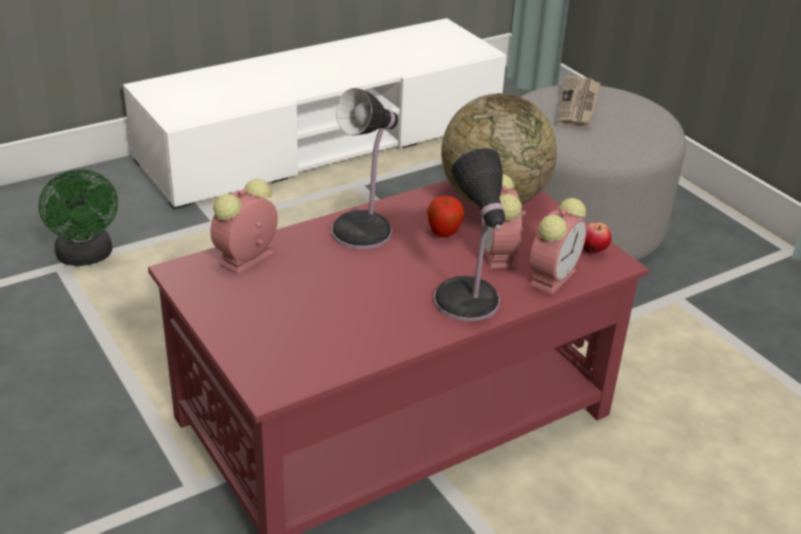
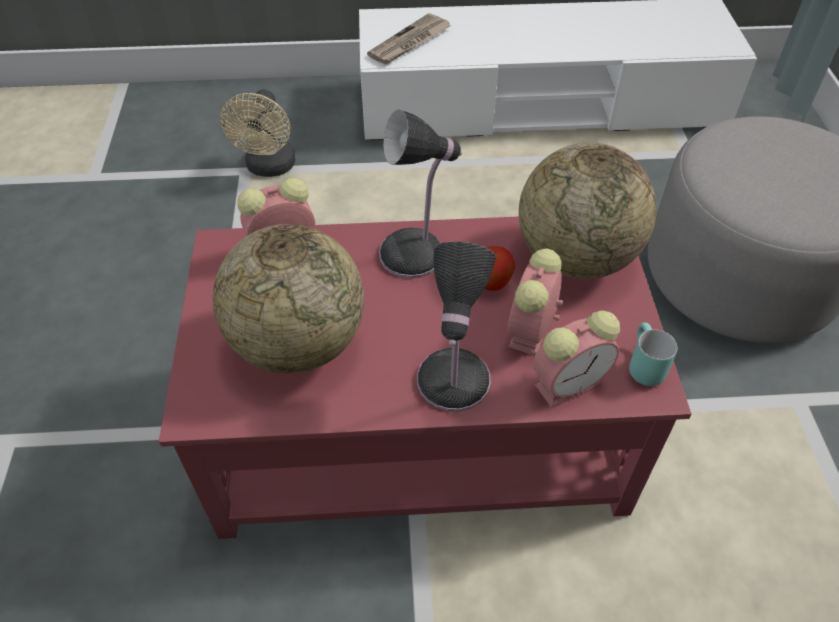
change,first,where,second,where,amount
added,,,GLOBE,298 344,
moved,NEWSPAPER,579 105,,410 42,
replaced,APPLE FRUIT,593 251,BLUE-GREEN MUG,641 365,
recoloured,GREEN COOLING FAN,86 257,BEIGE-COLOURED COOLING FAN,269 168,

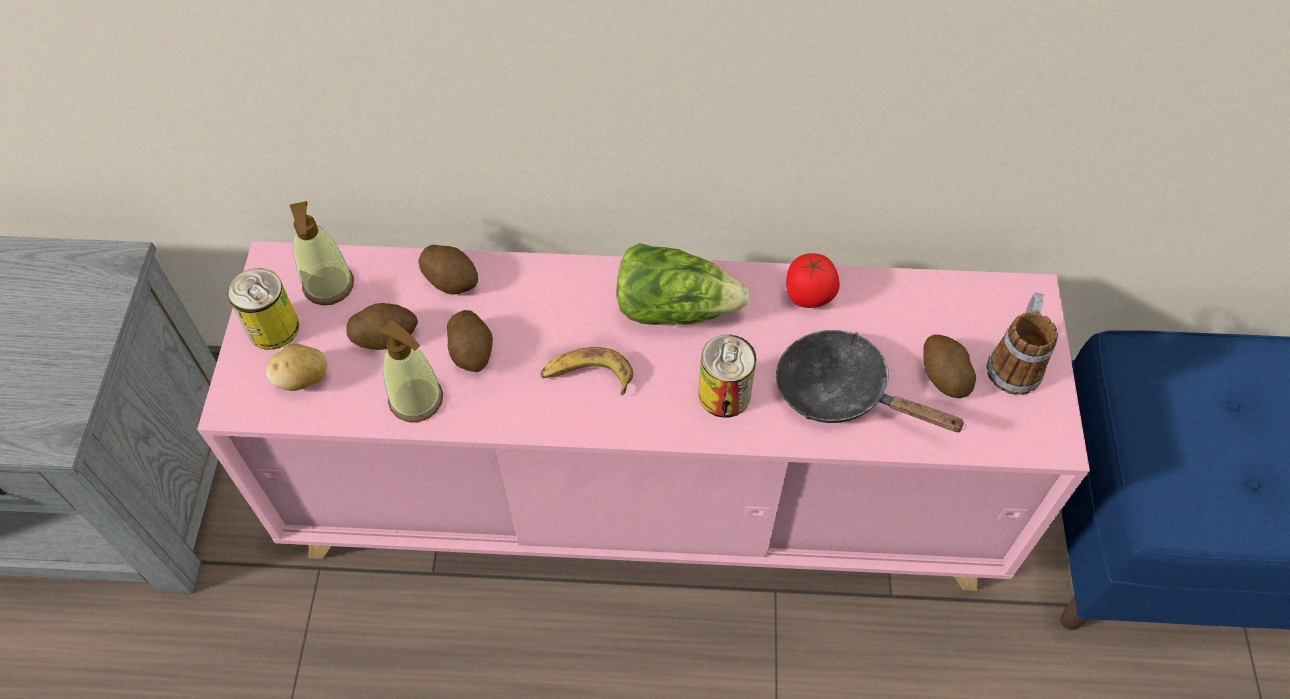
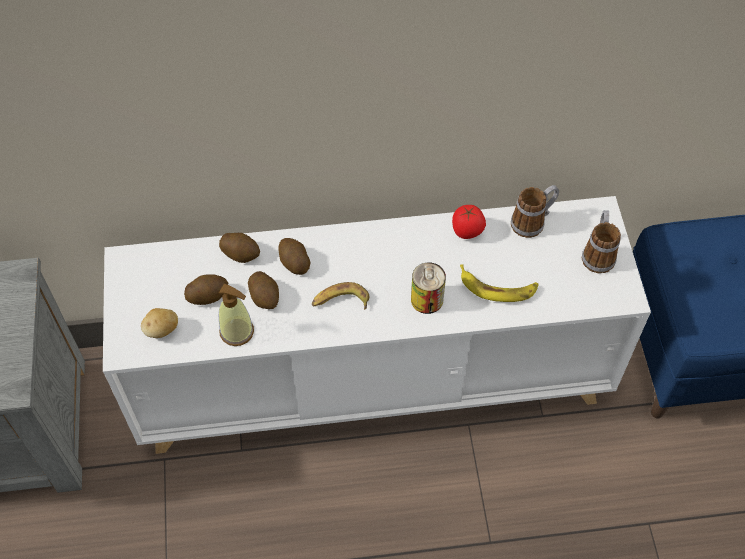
change,first,where,second,where,amount
removed,METAL CAN,273 328,,,
removed,LIQUID SOAP BOTTLE,329 286,,,
removed,LETTUCE,674 307,,,
added,,,MUG,533 222,
moved,SPUD,943 376,,294 262,
replaced,BLACKISH FRYING PAN,842 392,BANANA,497 287,
recoloured,PINK CABINET,647 498,WHITE CABINET,374 379,

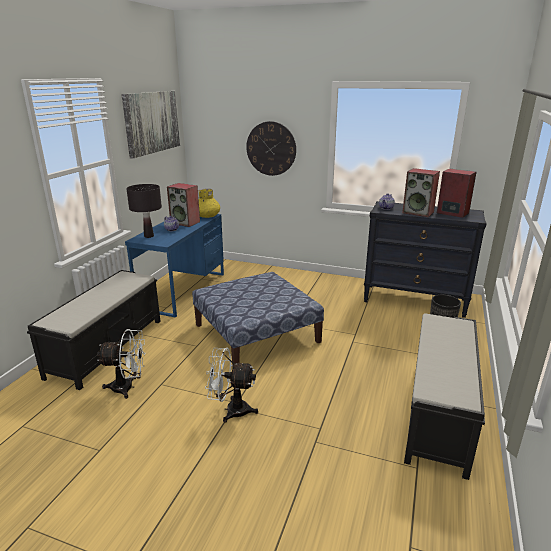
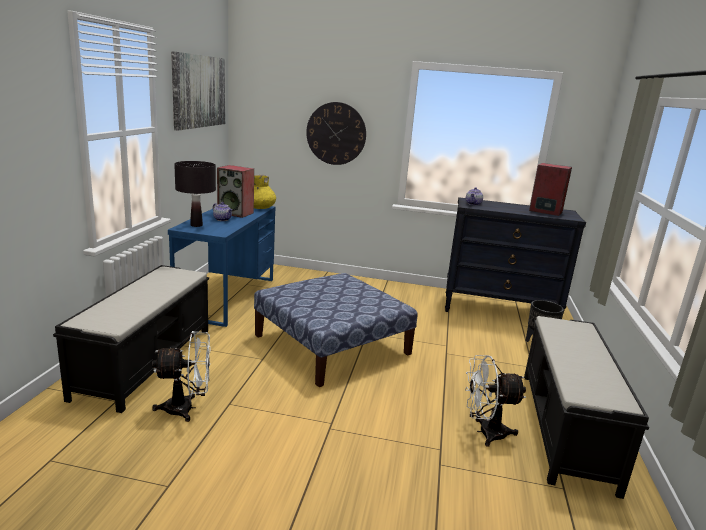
change,first,where,second,where,amount
removed,LOUDSPEAKER,418 212,,,
moved,WHITE COOLING FAN,231 410,,485 432,

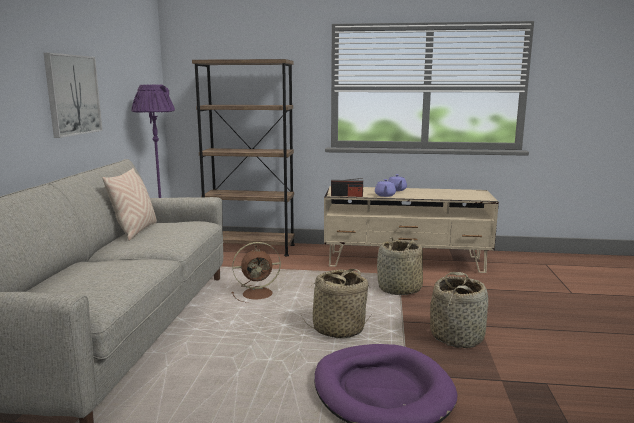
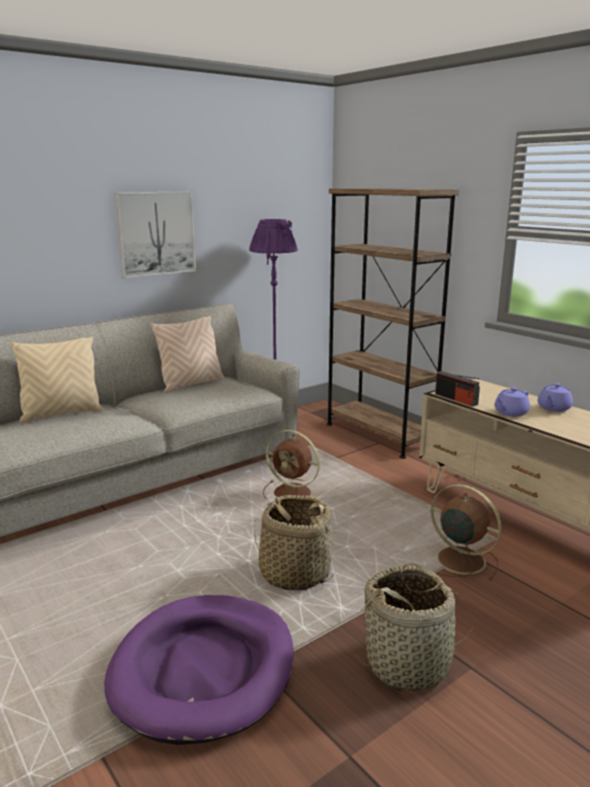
change,first,where,second,where,amount
added,,,BEIGE-COLOURED CUSHION,61 414,
replaced,BASKET,399 289,BROWN COOLING FAN,458 559,

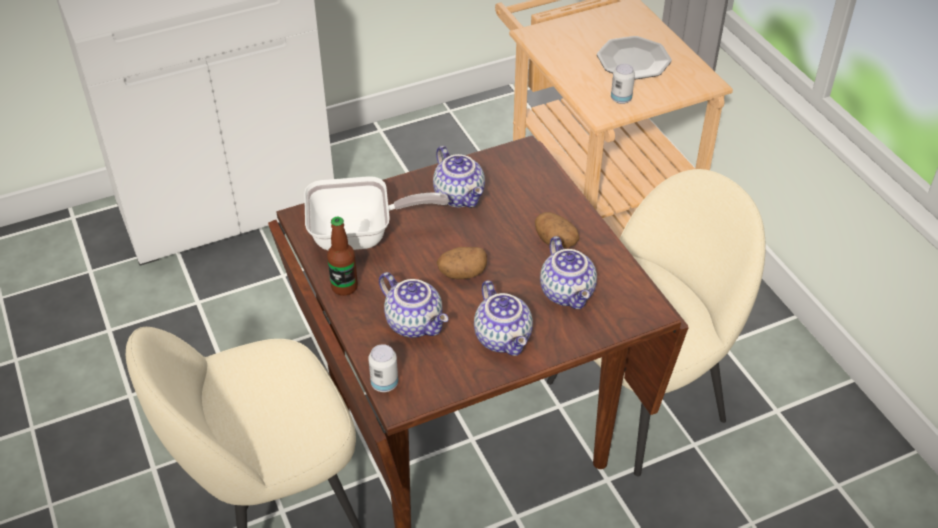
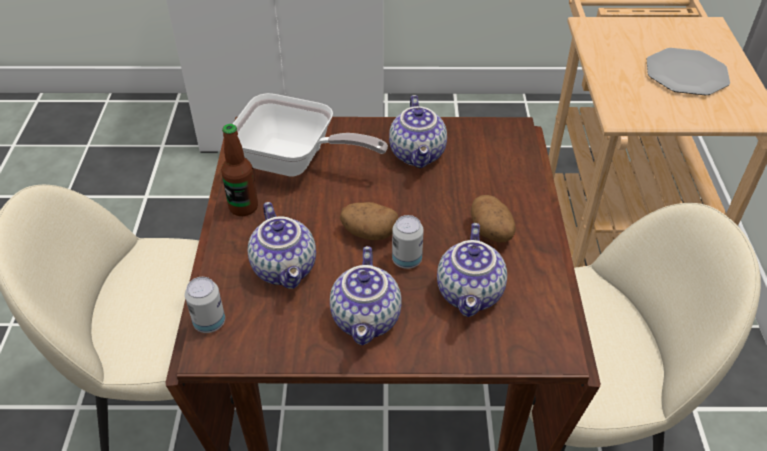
change,first,where,second,where,amount
moved,METAL CAN,621 99,,407 260,

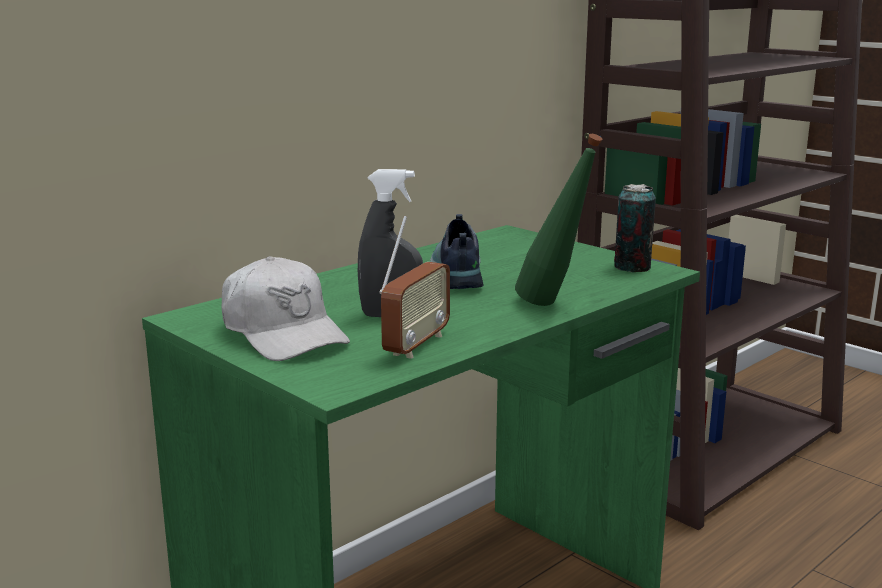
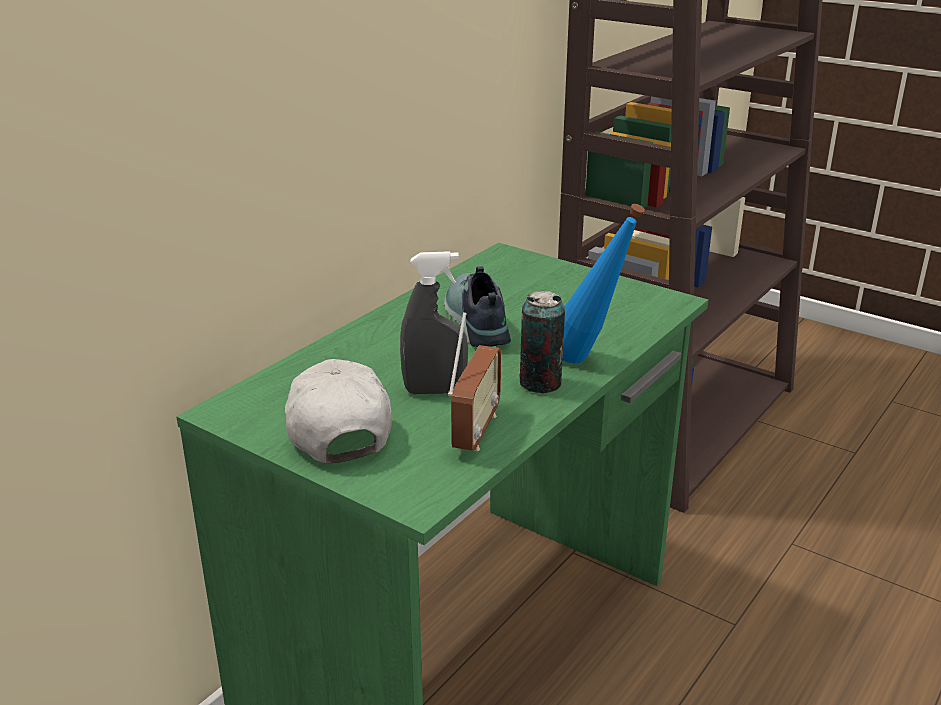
change,first,where,second,where,amount
moved,METAL CAN,632 268,,540 383,
recoloured,GREEN BEVERAGE BOTTLE,554 306,BLUE-COLOURED BEVERAGE BOTTLE,589 362,
turned,WHITE CAP,283 334,,336 427,150 degrees counterclockwise

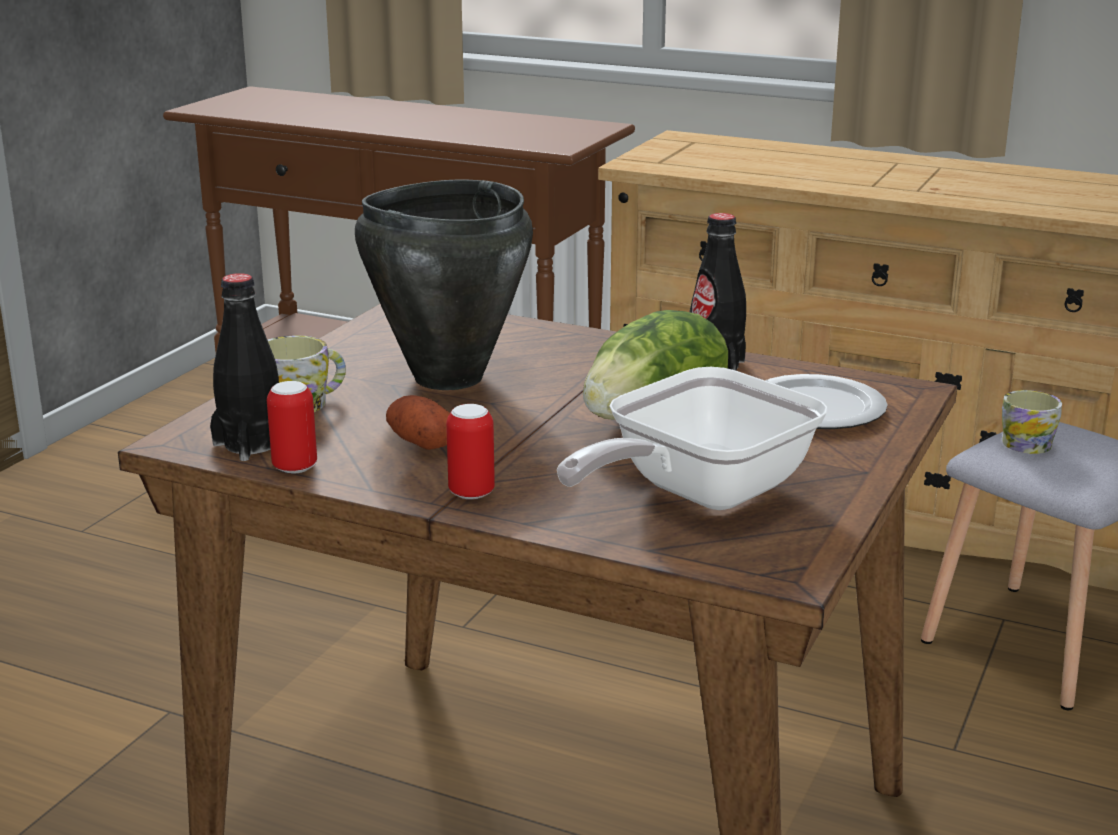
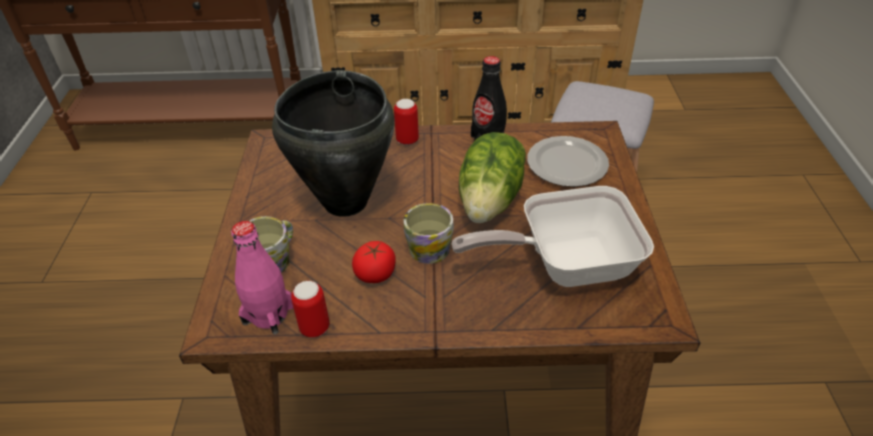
change,first,where,second,where,amount
moved,METAL CAN,471 493,,407 140,
moved,MUG,1029 443,,430 245,
replaced,SPUD,420 442,TOMATO,375 273,
recoloured,BLACKISH BEVERAGE BOTTLE,251 444,PINK BEVERAGE BOTTLE,269 314,
turned,FRYING PAN,697 494,,564 264,60 degrees clockwise

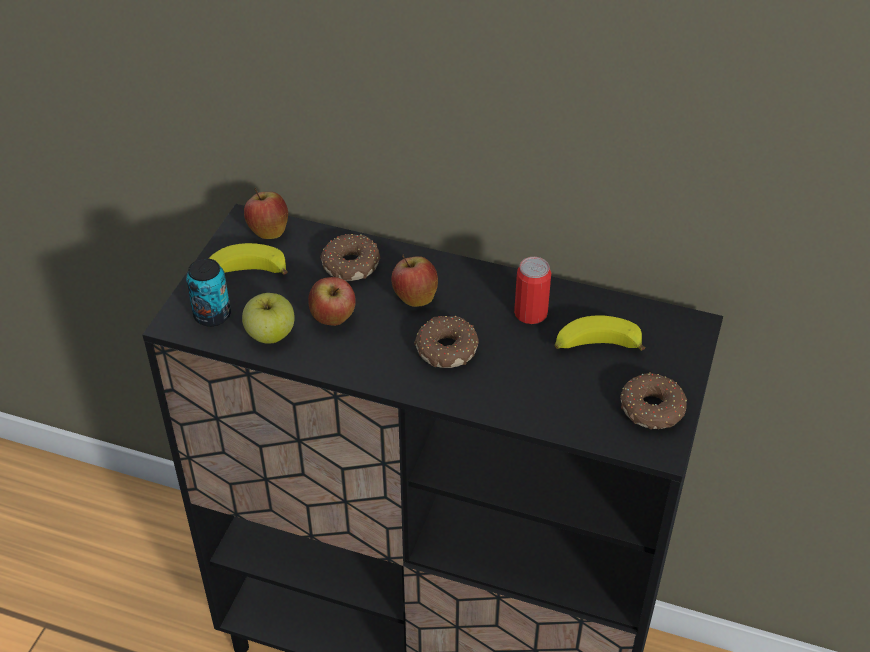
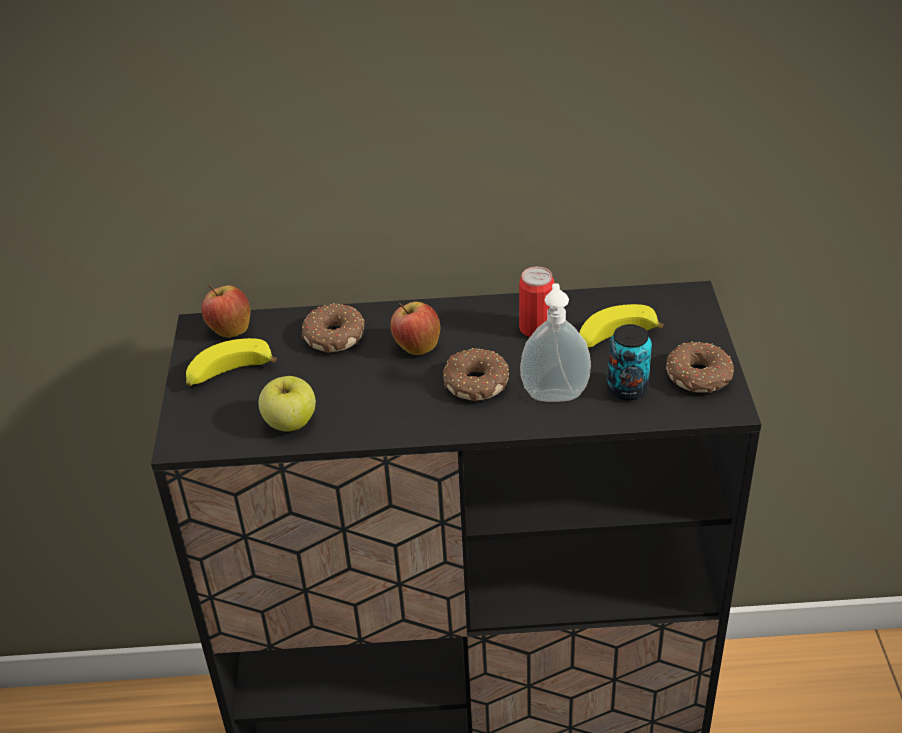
change,first,where,second,where,amount
removed,APPLE FRUIT,333 319,,,
added,,,LIQUID SOAP BOTTLE,554 393,
moved,METAL CAN,212 315,,627 389,

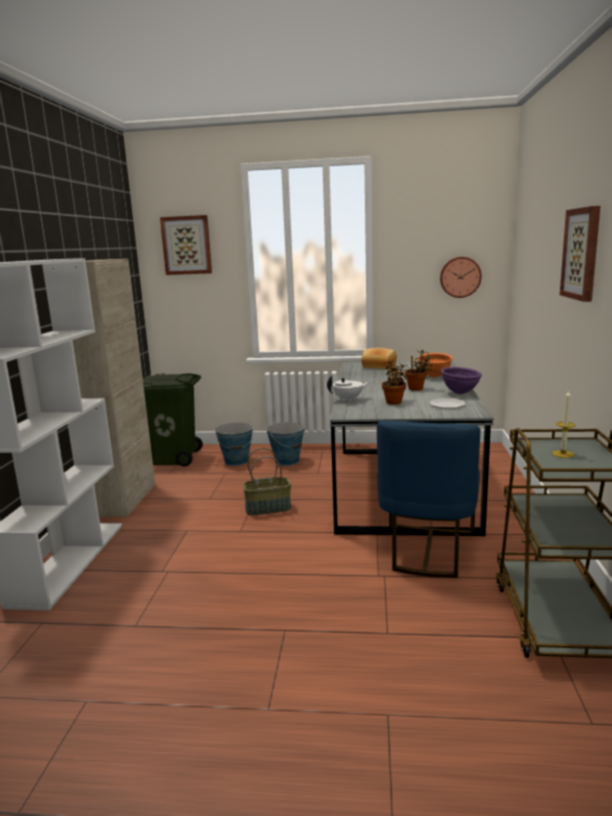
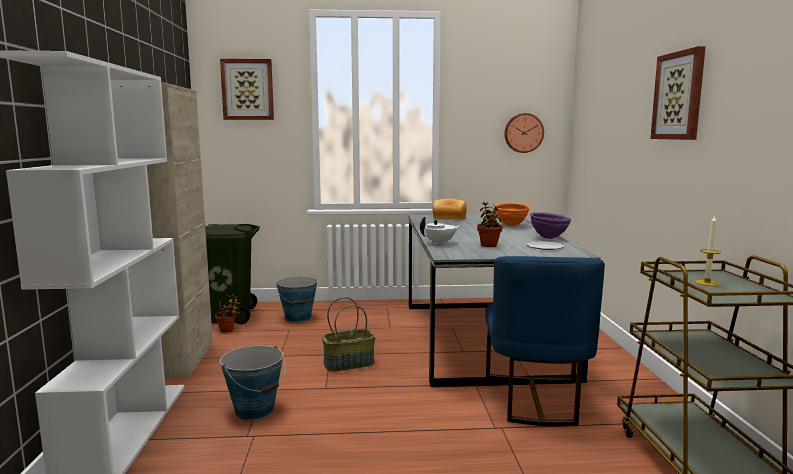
change,first,where,second,where,amount
moved,BUCKET,287 461,,255 410,
moved,PLANT IN A POT,417 388,,228 330,

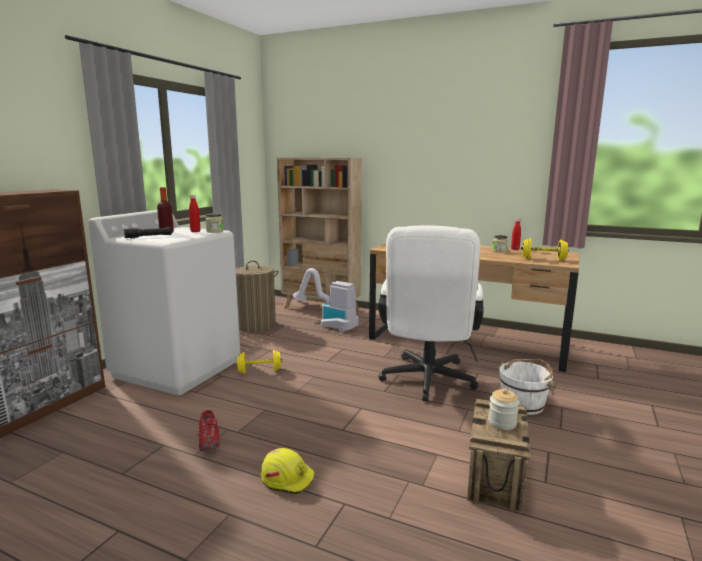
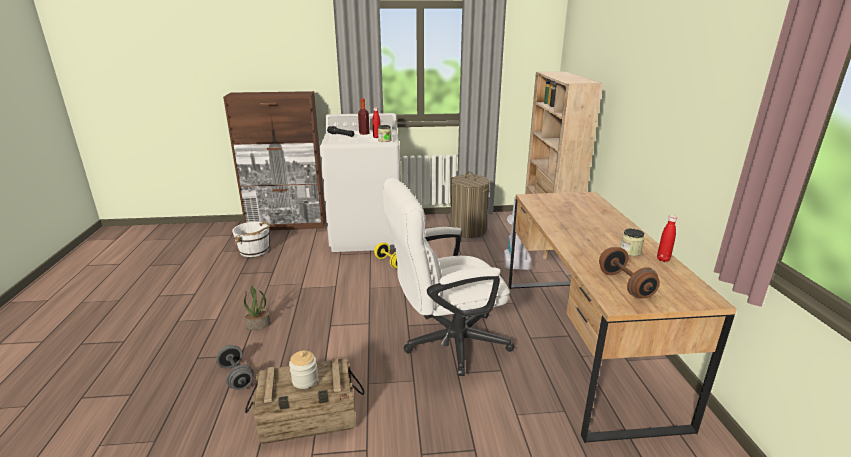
change,first,where,second,where,amount
removed,REDDISH LOW SHOE,209 440,,,
added,,,GRAY HAND WEIGHT,236 376,
moved,WHITE BUCKET,523 404,,255 251,
replaced,YELLOW WORK HELMET,288 478,PLANT IN A POT,258 324,
recoloured,YELLOW HAND WEIGHT,543 259,BROWN HAND WEIGHT,625 285,

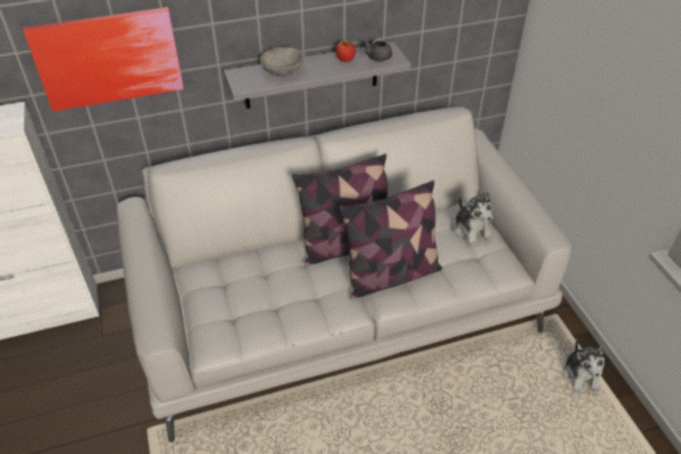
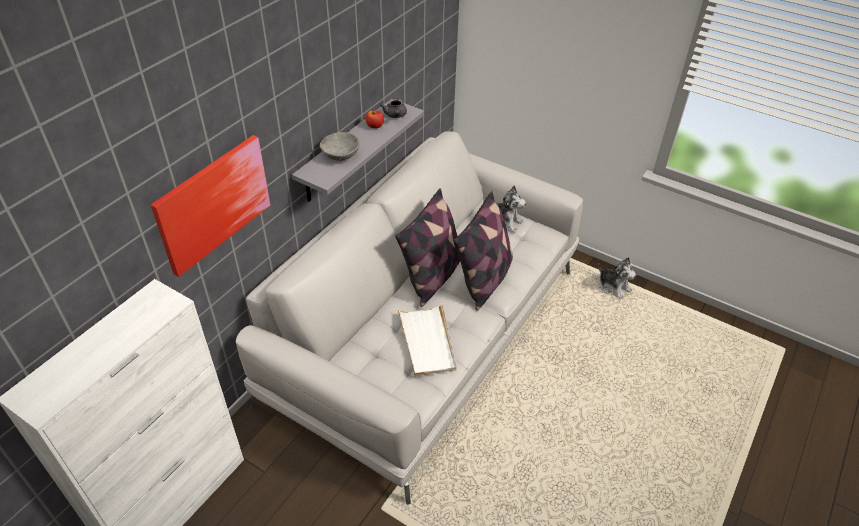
change,first,where,second,where,amount
added,,,WHITE CARRYING TRAY,427 341,

